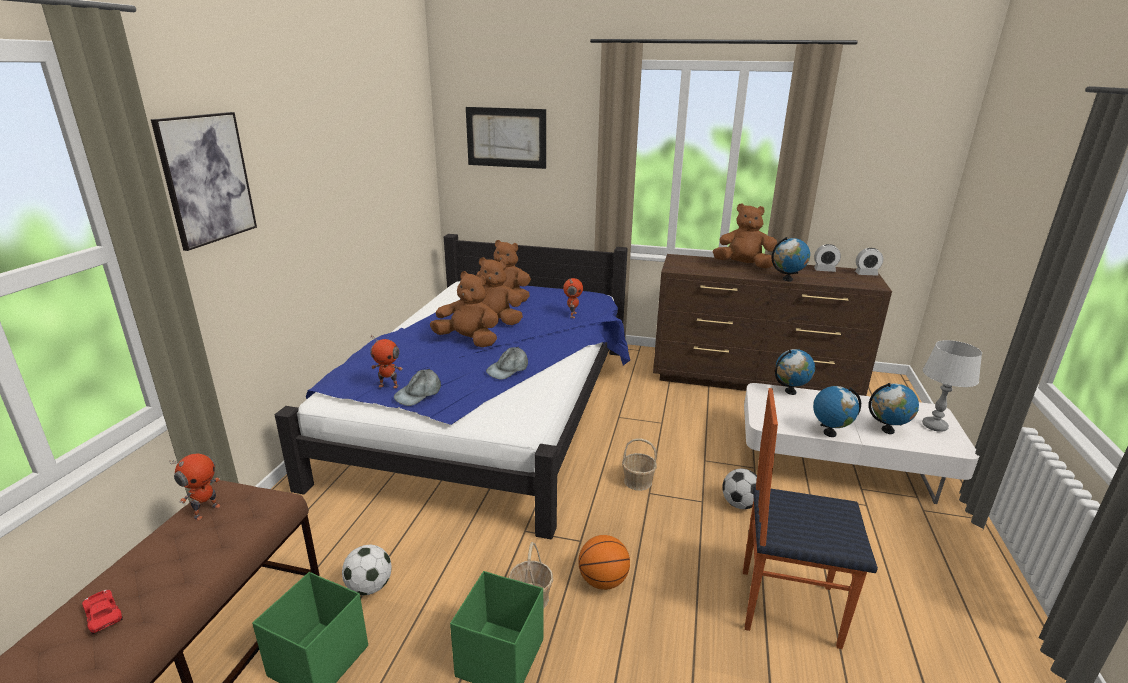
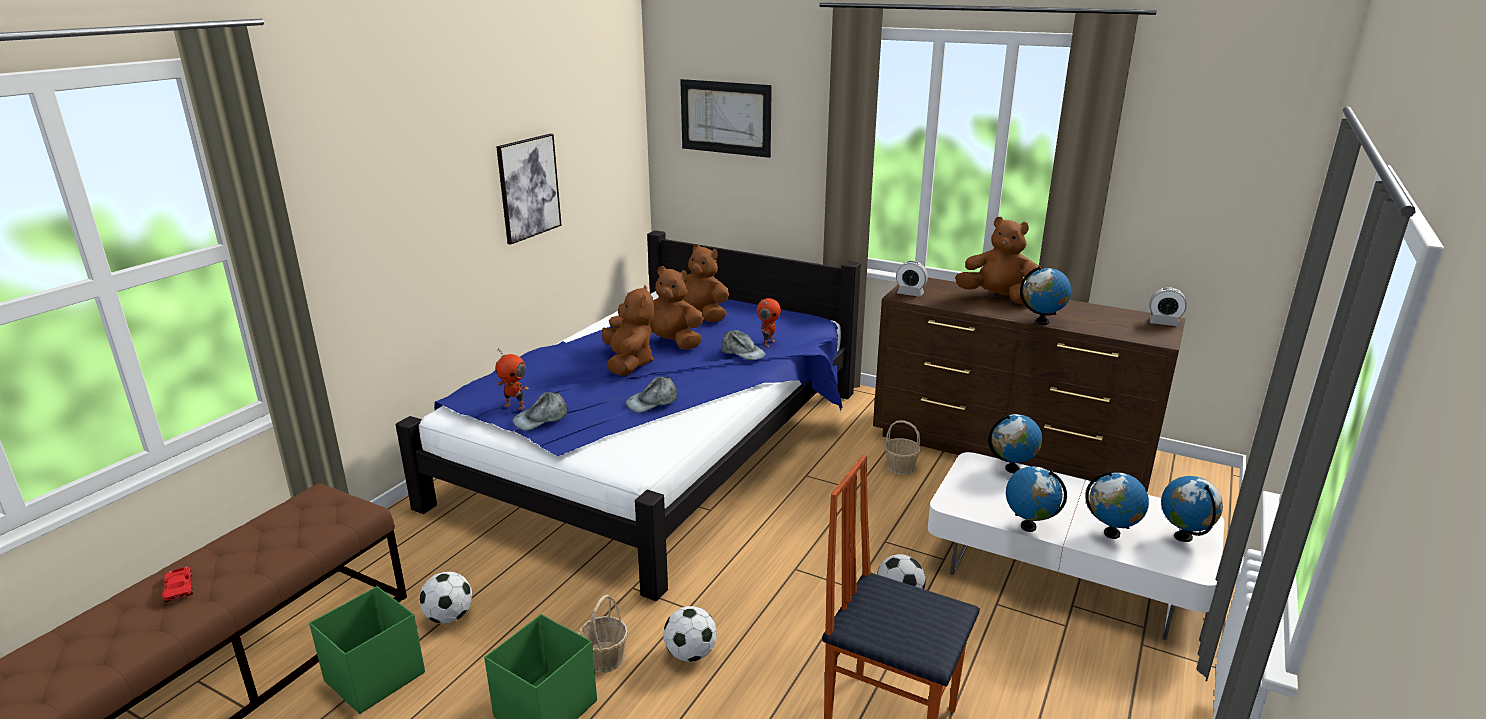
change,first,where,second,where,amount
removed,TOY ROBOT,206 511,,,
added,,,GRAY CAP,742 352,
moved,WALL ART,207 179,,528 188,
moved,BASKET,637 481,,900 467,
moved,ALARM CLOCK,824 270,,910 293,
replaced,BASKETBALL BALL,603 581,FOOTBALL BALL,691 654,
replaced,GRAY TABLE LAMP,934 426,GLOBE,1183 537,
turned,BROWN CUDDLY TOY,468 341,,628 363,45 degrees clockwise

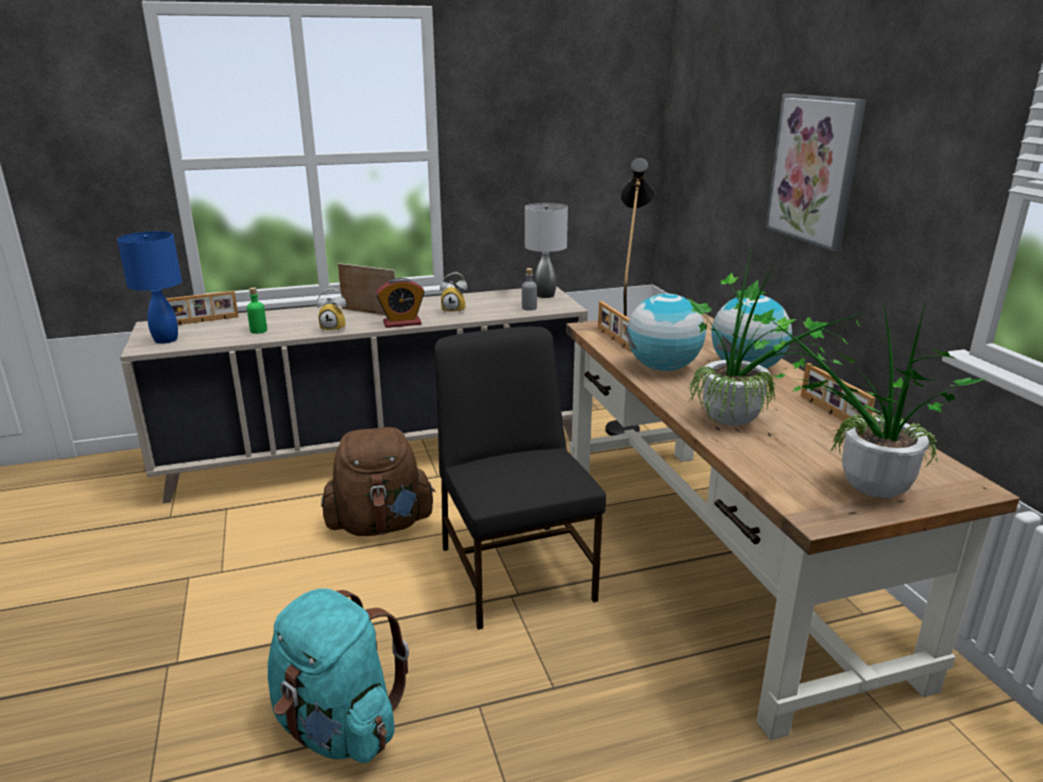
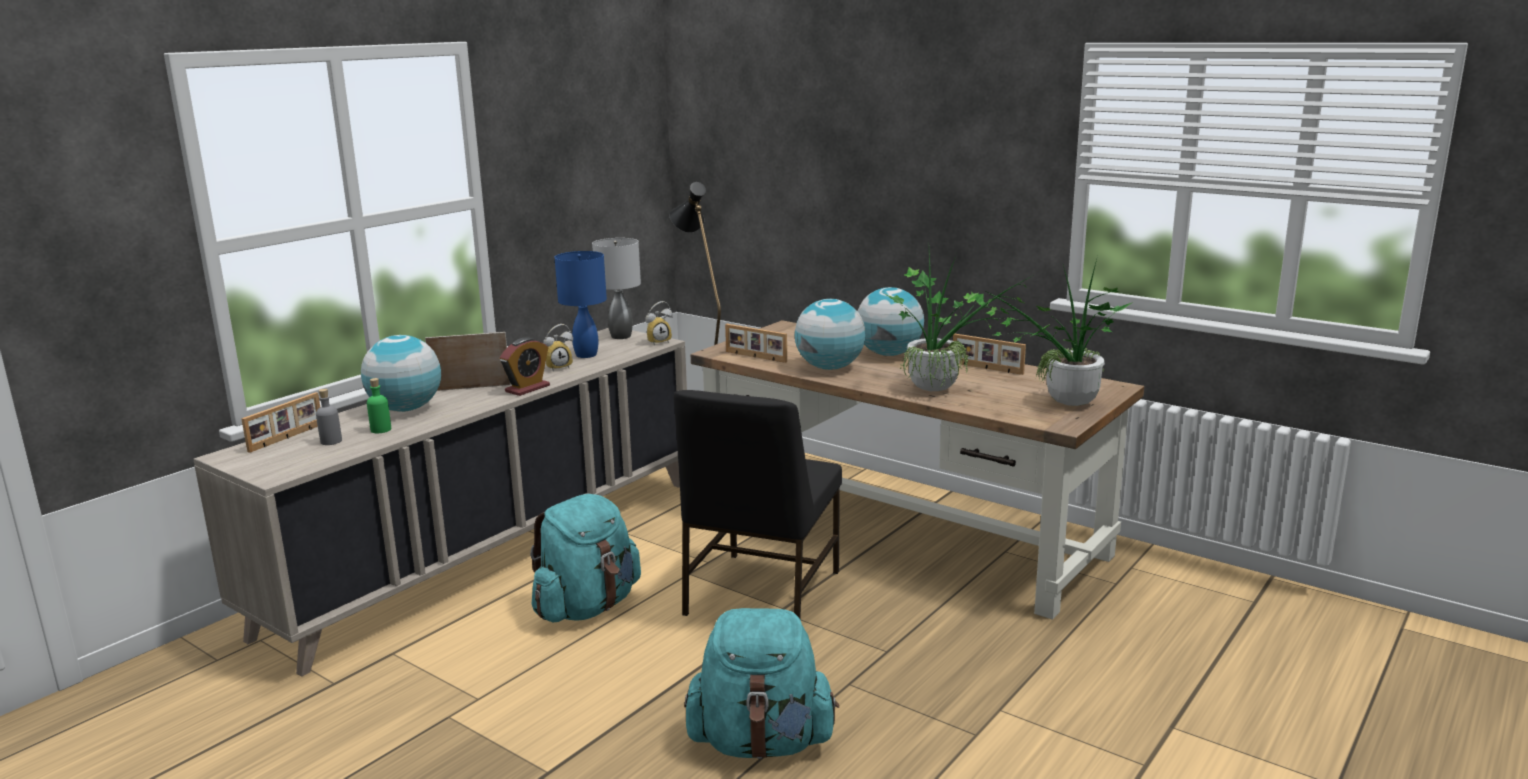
change,first,where,second,where,amount
removed,WALL ART,814 169,,,
added,,,GLOBE,406 409,
moved,BLUE-COLOURED TABLE LAMP,165 339,,585 355,
moved,ALARM CLOCK,335 329,,658 342,
moved,GRAY BEVERAGE BOTTLE,529 308,,331 441,
recoloured,BROWN KNAPSACK,380 525,BLUE-GREEN KNAPSACK,588 607,
turned,BLACKISH CHAIR,516 571,,760 594,105 degrees counterclockwise

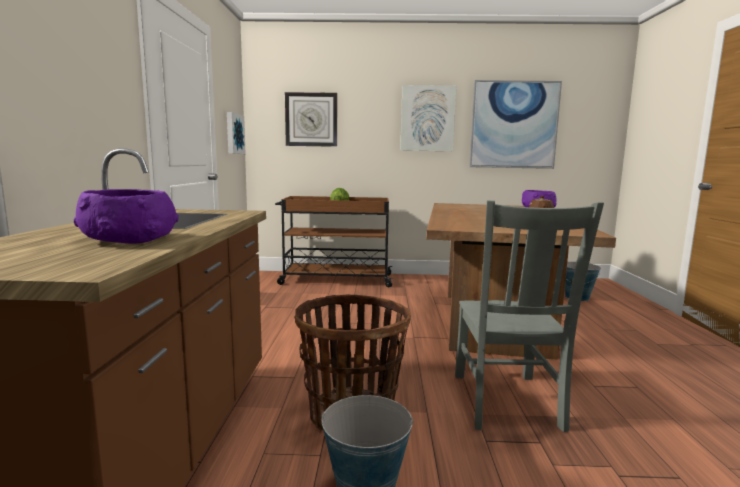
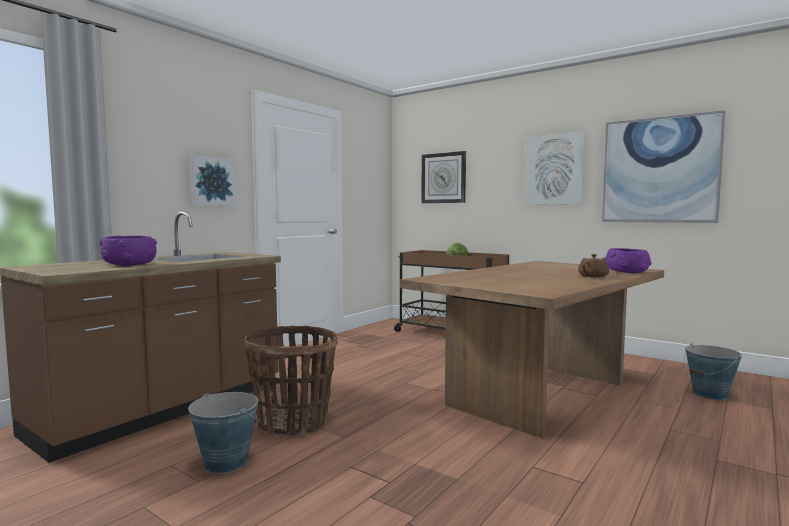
change,first,where,second,where,amount
removed,GRAY CHAIR,506 403,,,
moved,WALL ART,234 134,,211 181,

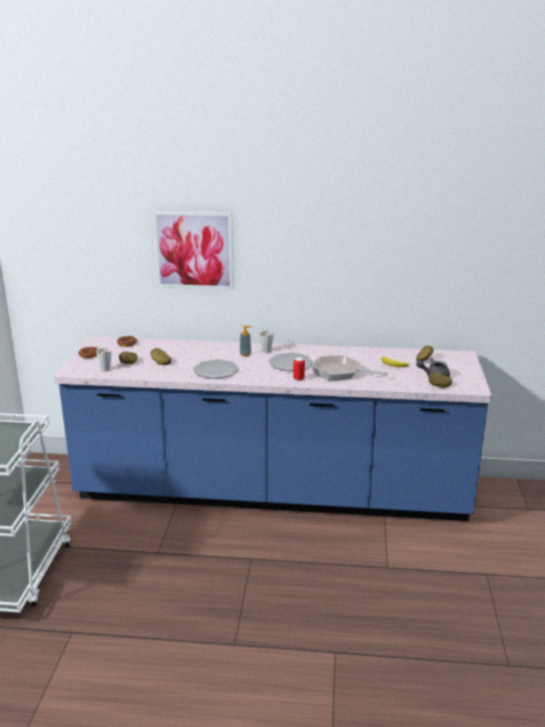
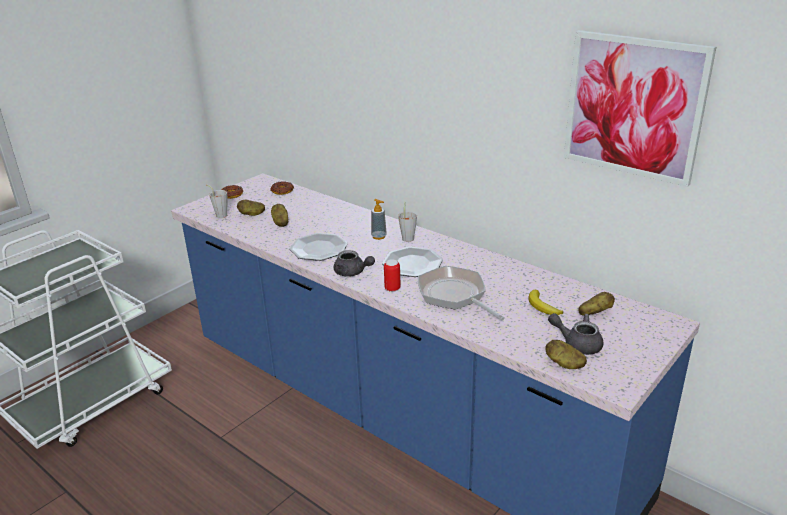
change,first,where,second,where,amount
added,,,GRAY POT FOR TEA,352 273,
moved,WALL ART,194 250,,634 106,

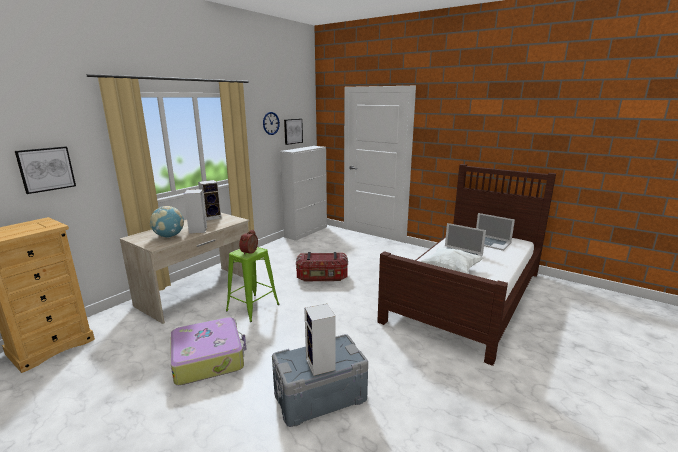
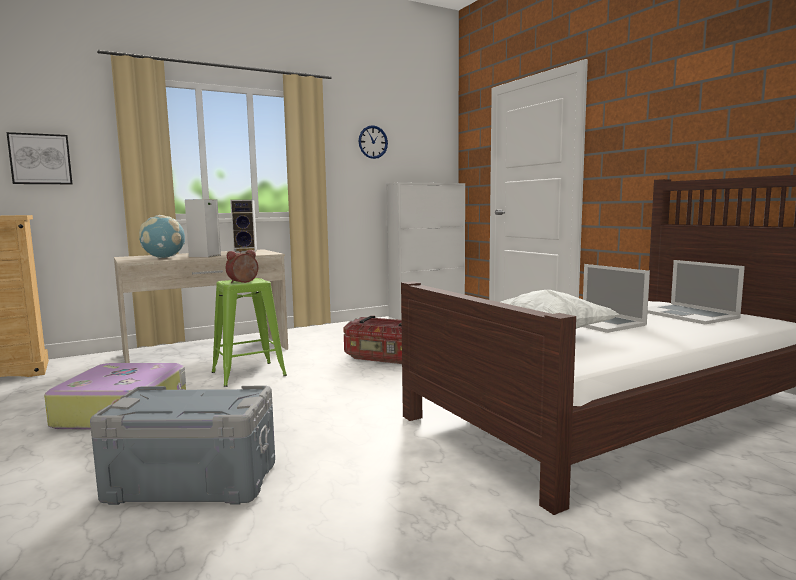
change,first,where,second,where,amount
removed,WALL ART,293 131,,,
removed,LOUDSPEAKER,321 365,,,

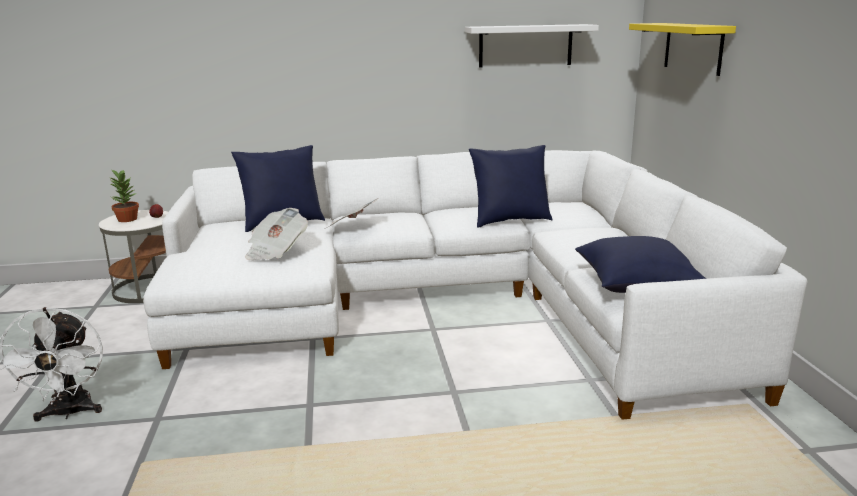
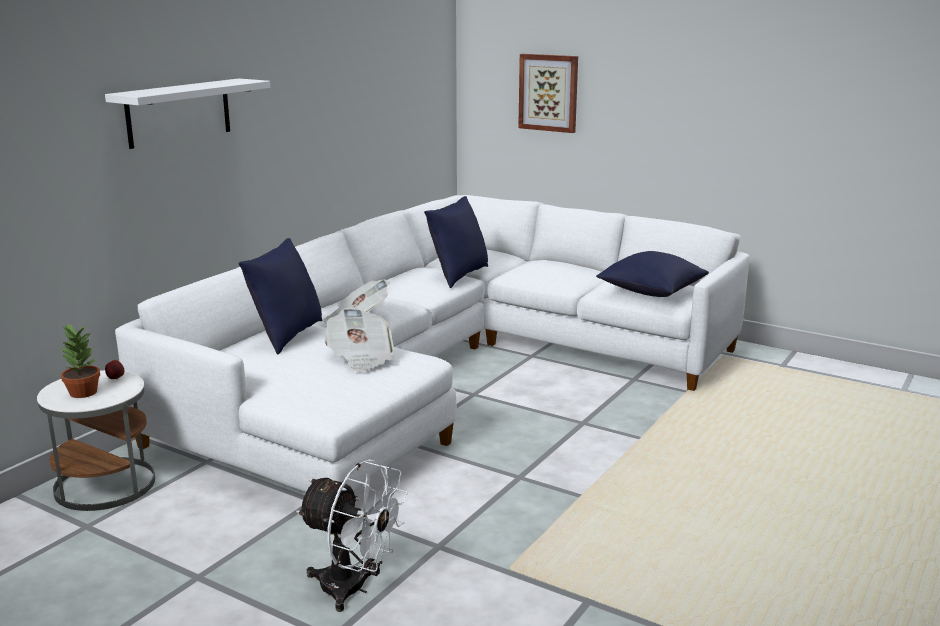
change,first,where,second,where,amount
moved,WHITE WALL SHELF,525 46,,179 112,
replaced,YELLOW WALL SHELF,693 47,WALL ART,549 92,

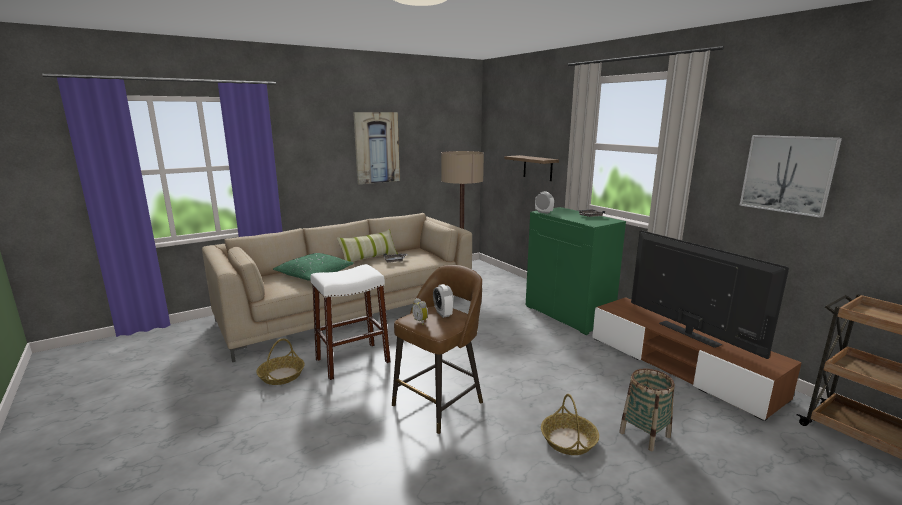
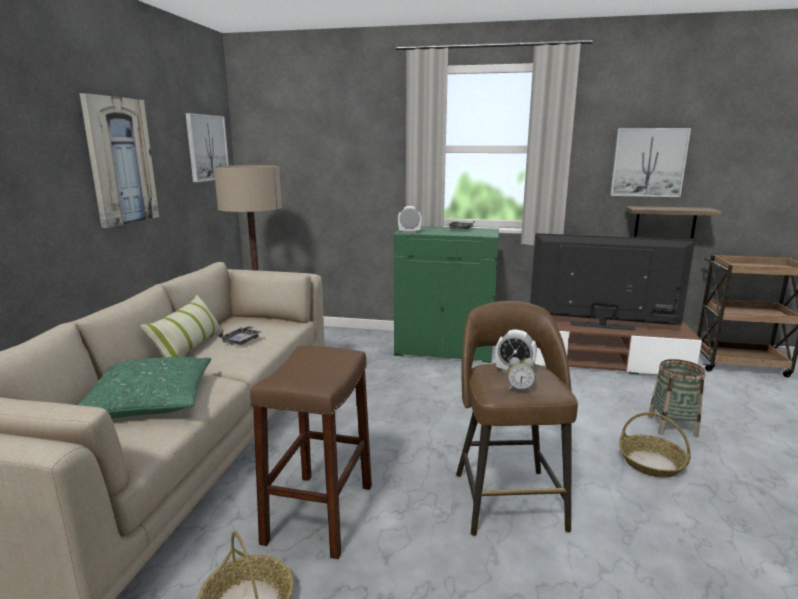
change,first,where,second,where,amount
added,,,WALL ART,207 148,
moved,WALL SHELF,537 168,,665 222,
recoloured,WHITE STOOL,352 361,BROWN STOOL,319 513,

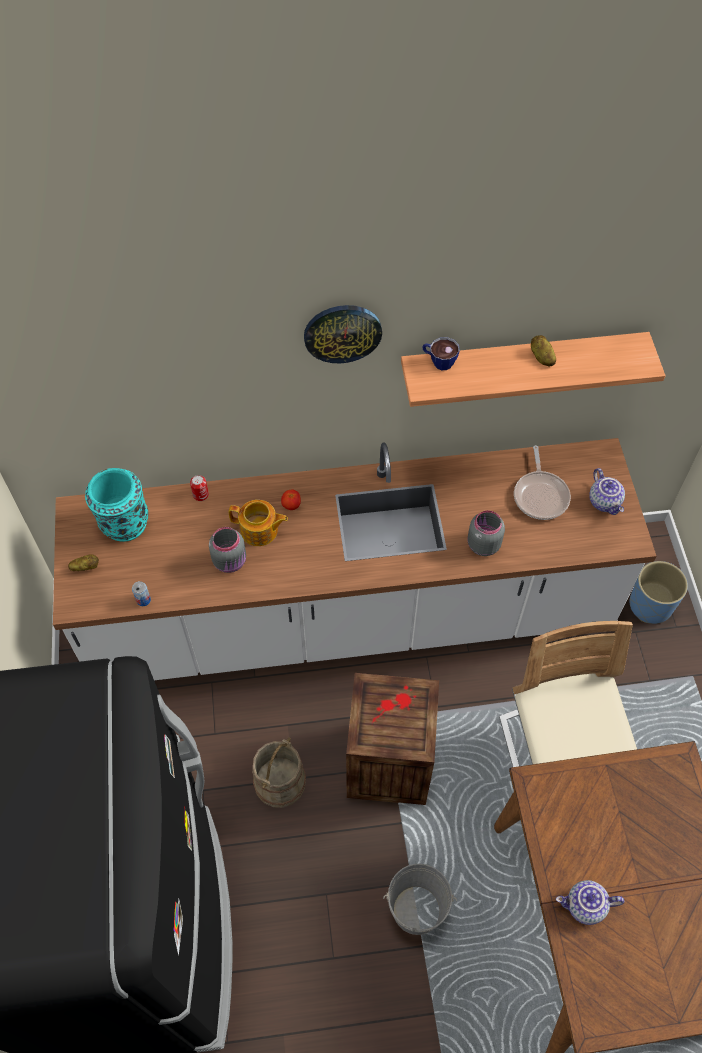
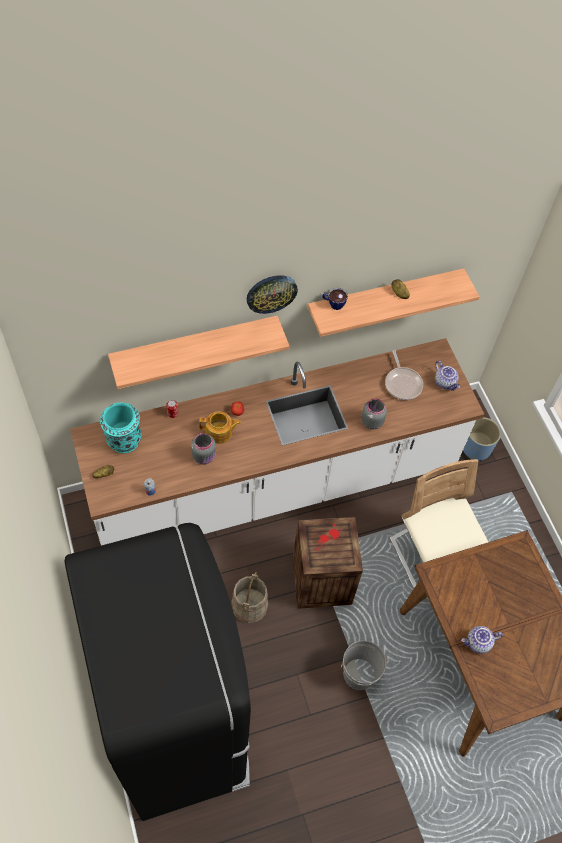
change,first,where,second,where,amount
added,,,WALL SHELF,195 346,

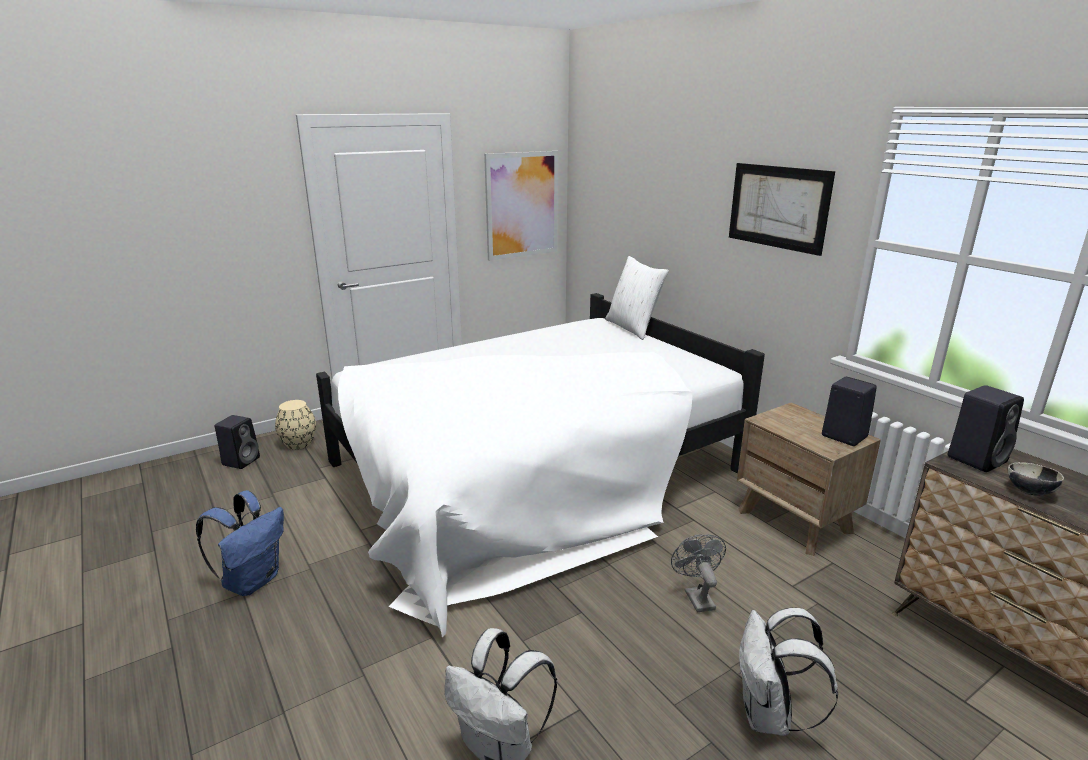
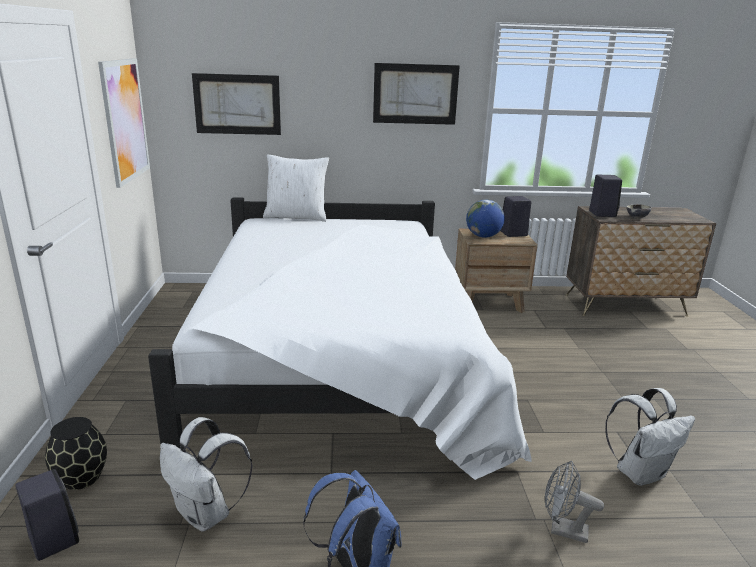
change,first,where,second,where,amount
added,,,WALL ART,237 104,
added,,,GLOBE,483 236,
moved,GRAY COOLING FAN,696 596,,562 530,
moved,WHITE KNAPSACK,769 716,,207 514,
recoloured,BEIGE-COLOURED VASE,298 444,BLACKISH VASE,81 478,

